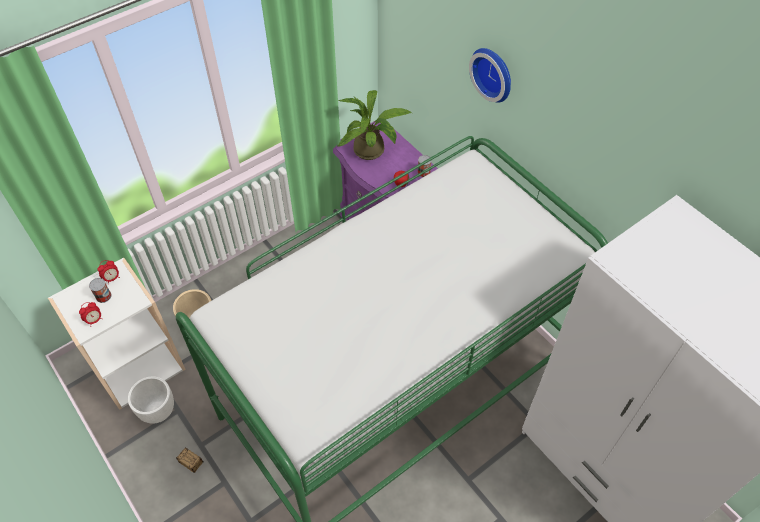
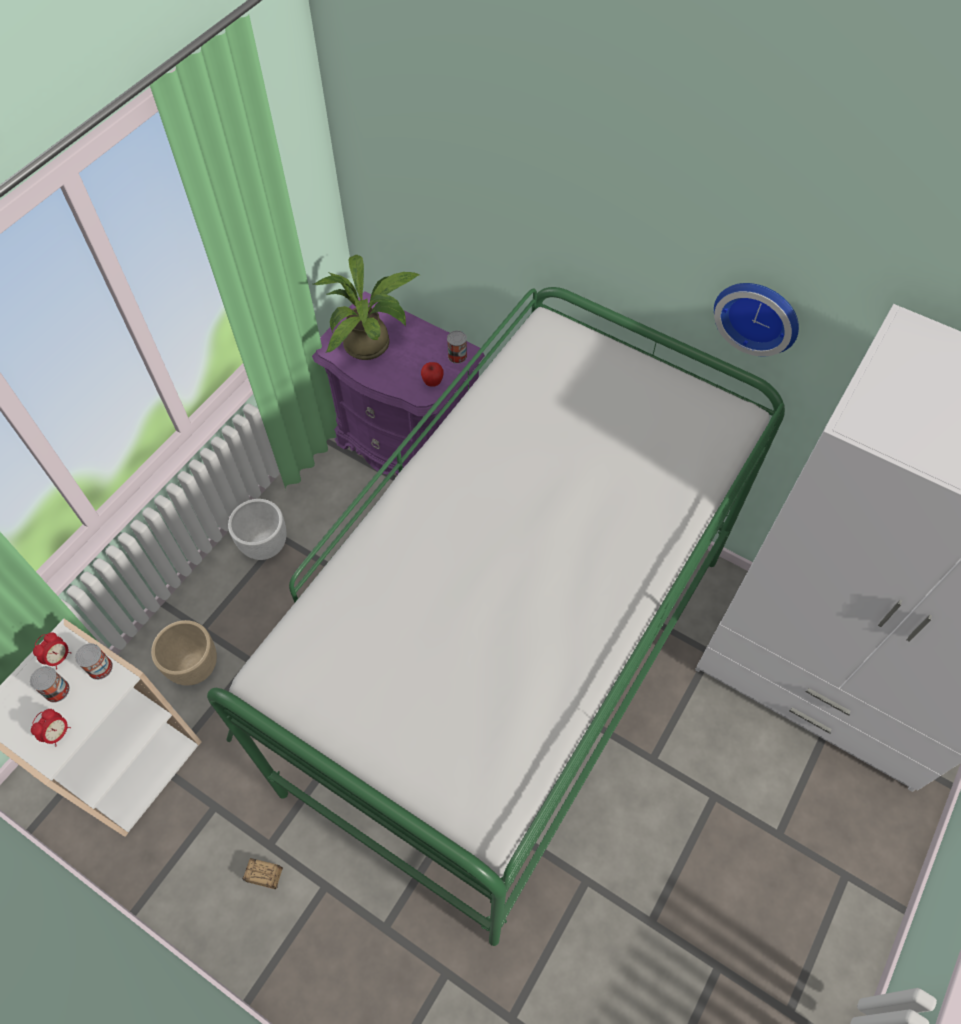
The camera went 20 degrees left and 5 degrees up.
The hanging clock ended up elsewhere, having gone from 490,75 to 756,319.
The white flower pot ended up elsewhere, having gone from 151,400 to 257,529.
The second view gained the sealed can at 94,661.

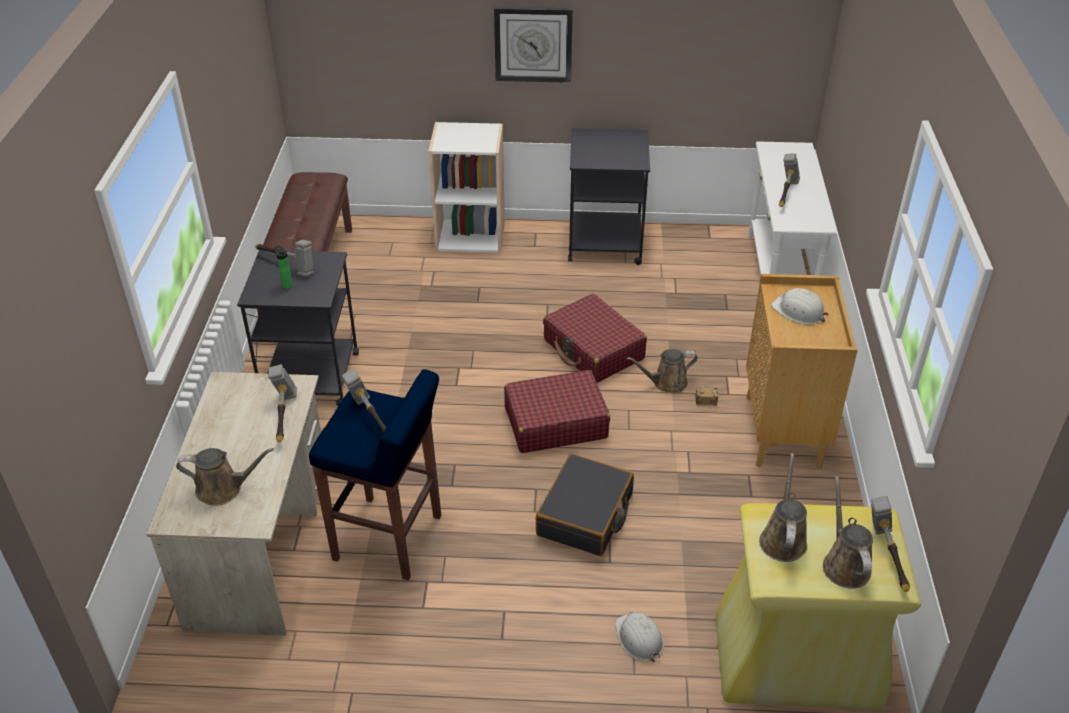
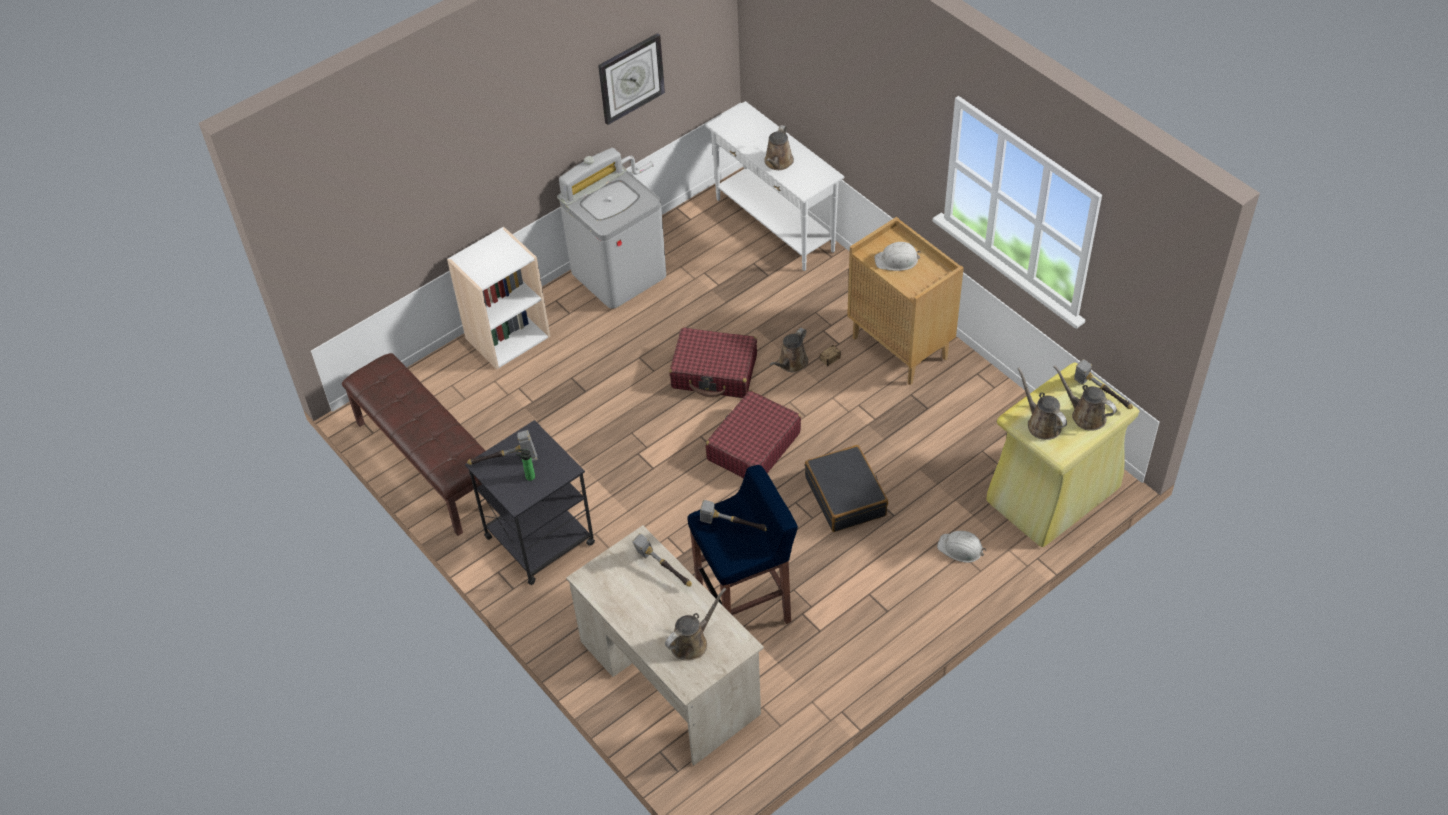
The camera went 40 degrees left and 10 degrees up.
The hanging clock ended up elsewhere, having gone from 533,45 to 631,79.
Where the black cart stood at 609,196, the gray laundry appliance came to stand at 611,228.
Where the hand hammer stood at 789,180, the brown-coloured sprinkling can came to stand at 779,147.

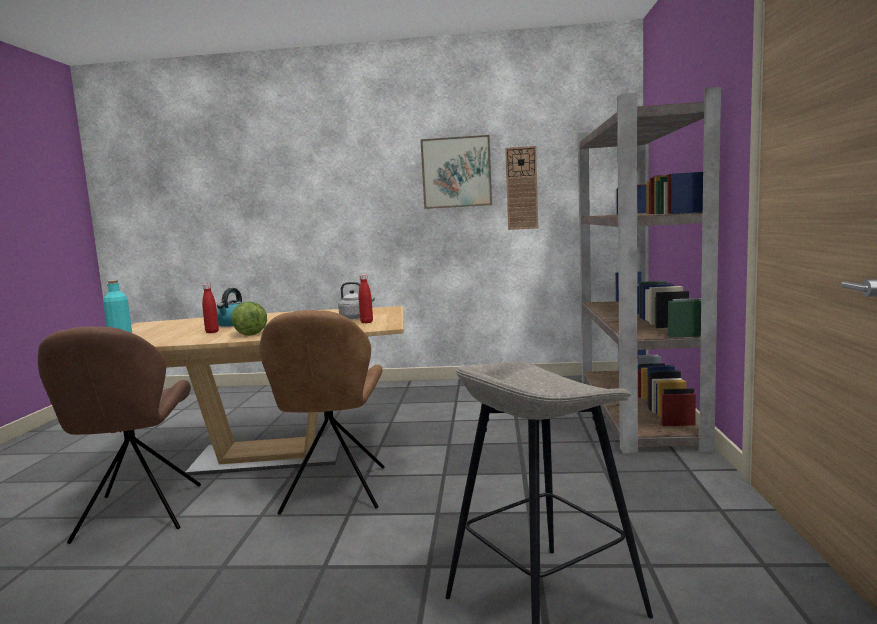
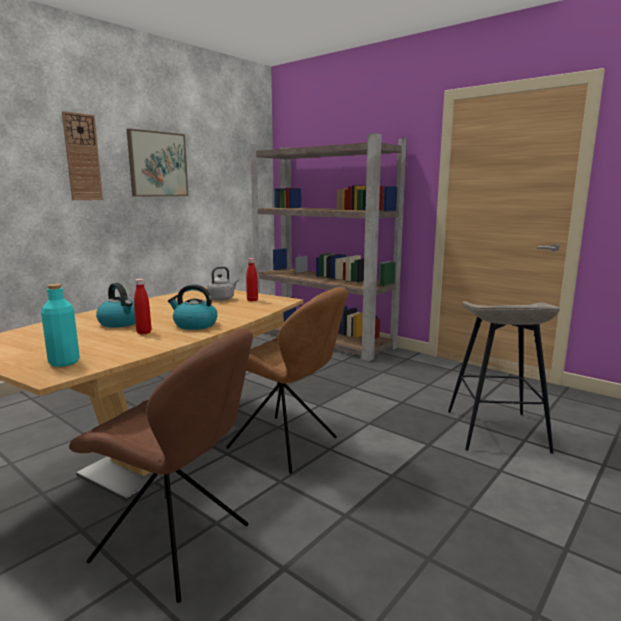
The camera went 55 degrees left and 5 degrees up.
The hanging clock ended up elsewhere, having gone from 521,188 to 82,155.
Where the head of lettuce stood at 249,318, the tea kettle came to stand at 192,307.

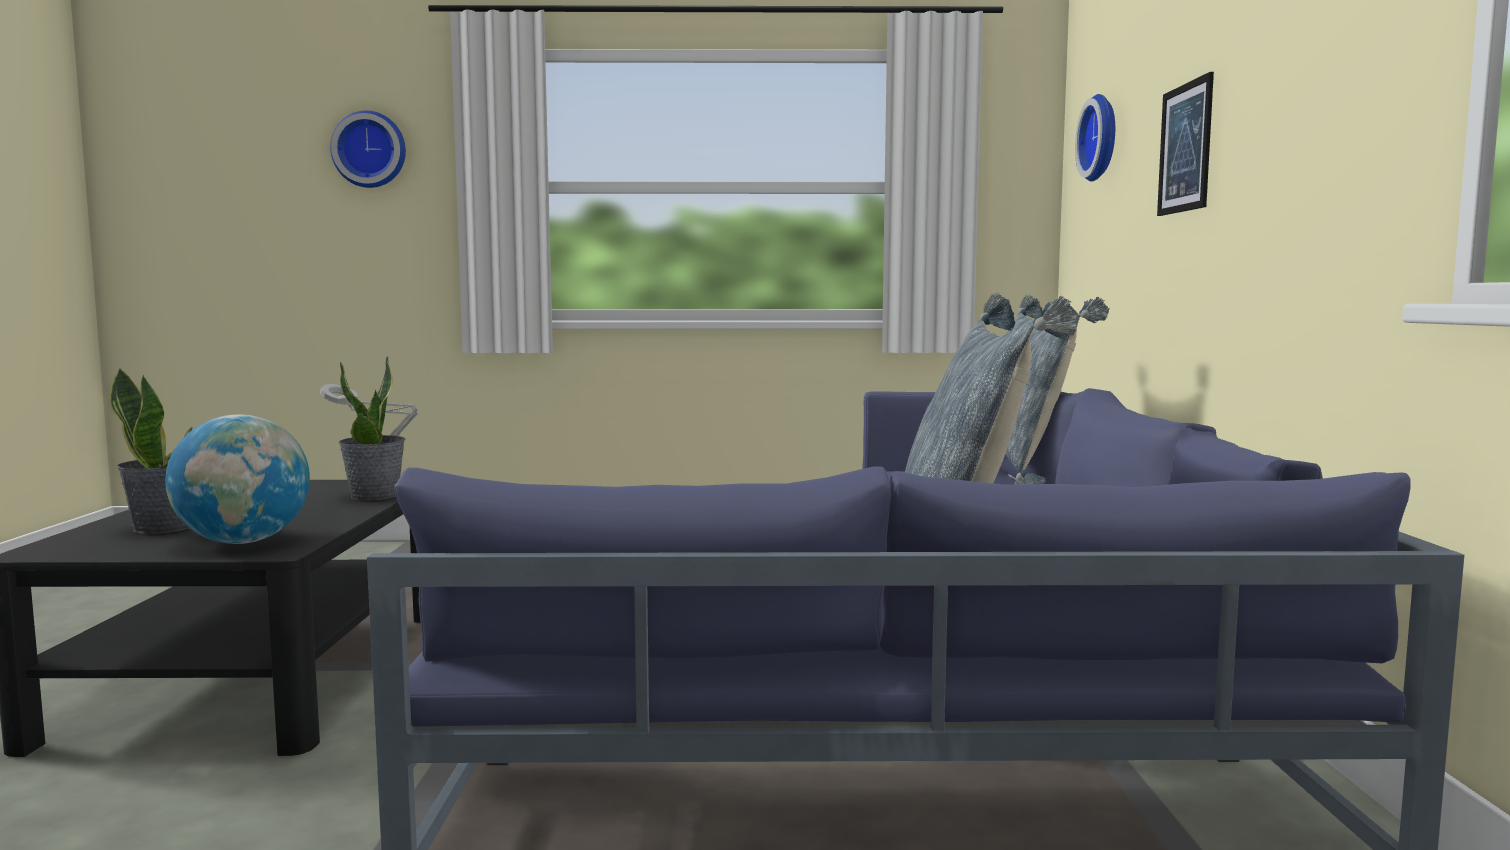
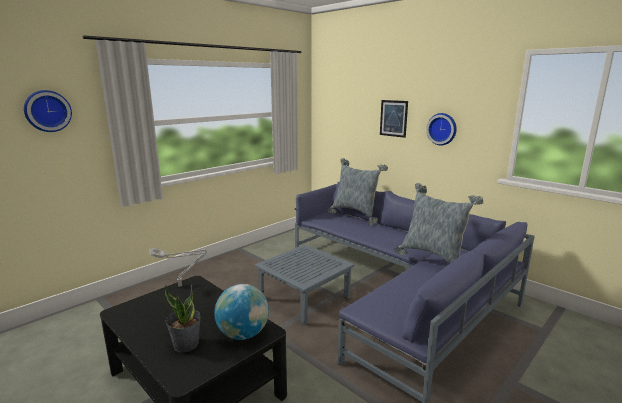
The camera went 45 degrees left and 10 degrees up.
The hanging clock ended up elsewhere, having gone from 1095,138 to 441,129.
The second view lost the houseplant at 372,428.

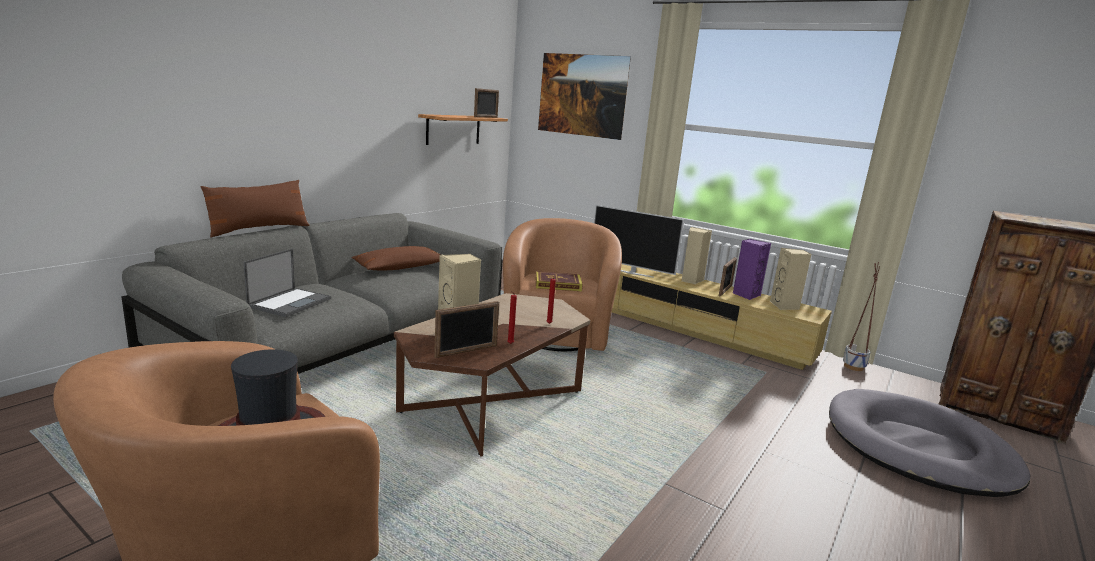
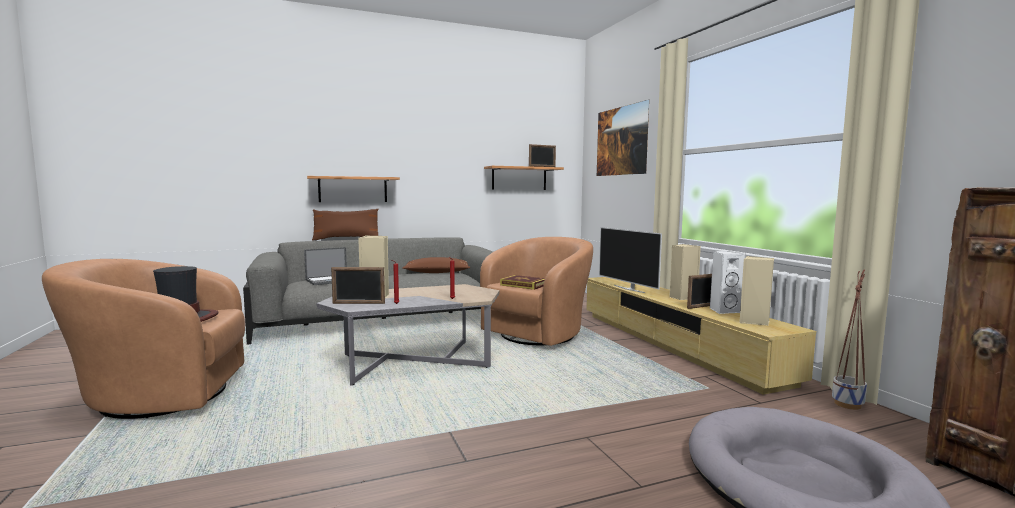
The camera went 35 degrees right and 10 degrees down.
What was the purple-coloured loudspeaker at 752,269 turned into the white loudspeaker at 728,282.
What was the brown-coloured coffee table at 492,375 turned into the gray coffee table at 408,334.
The second view gained the shelf at 353,189.

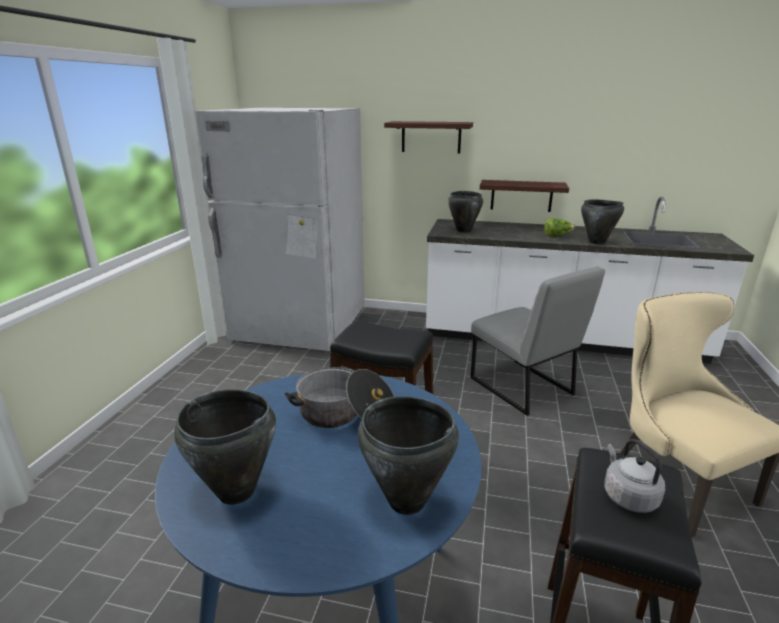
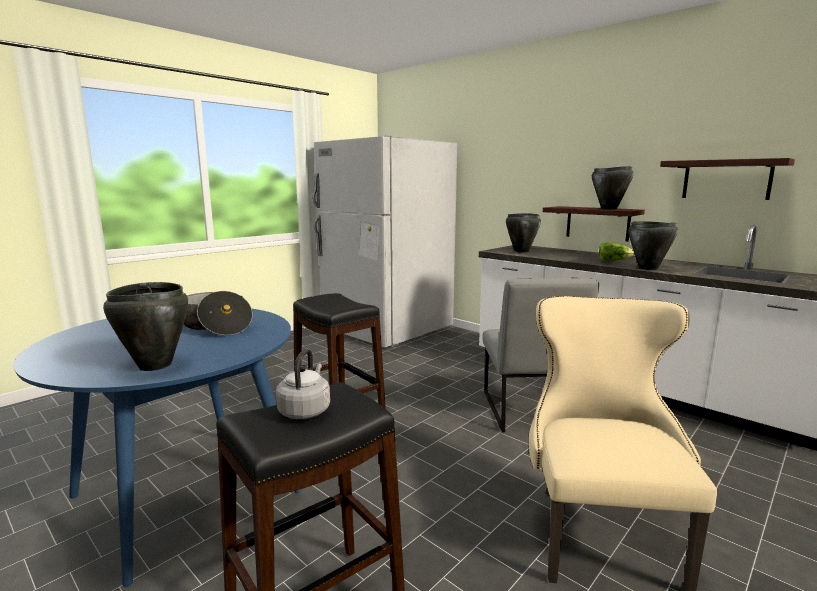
The camera went 30 degrees right and 10 degrees down.
The shelf ended up elsewhere, having gone from 428,137 to 727,179.
The black cooking pot ended up elsewhere, having gone from 225,447 to 613,187.

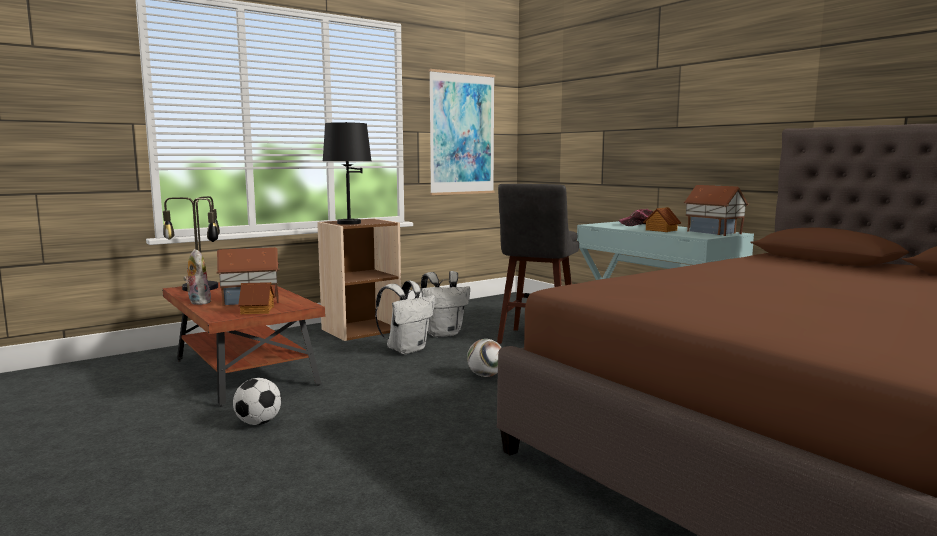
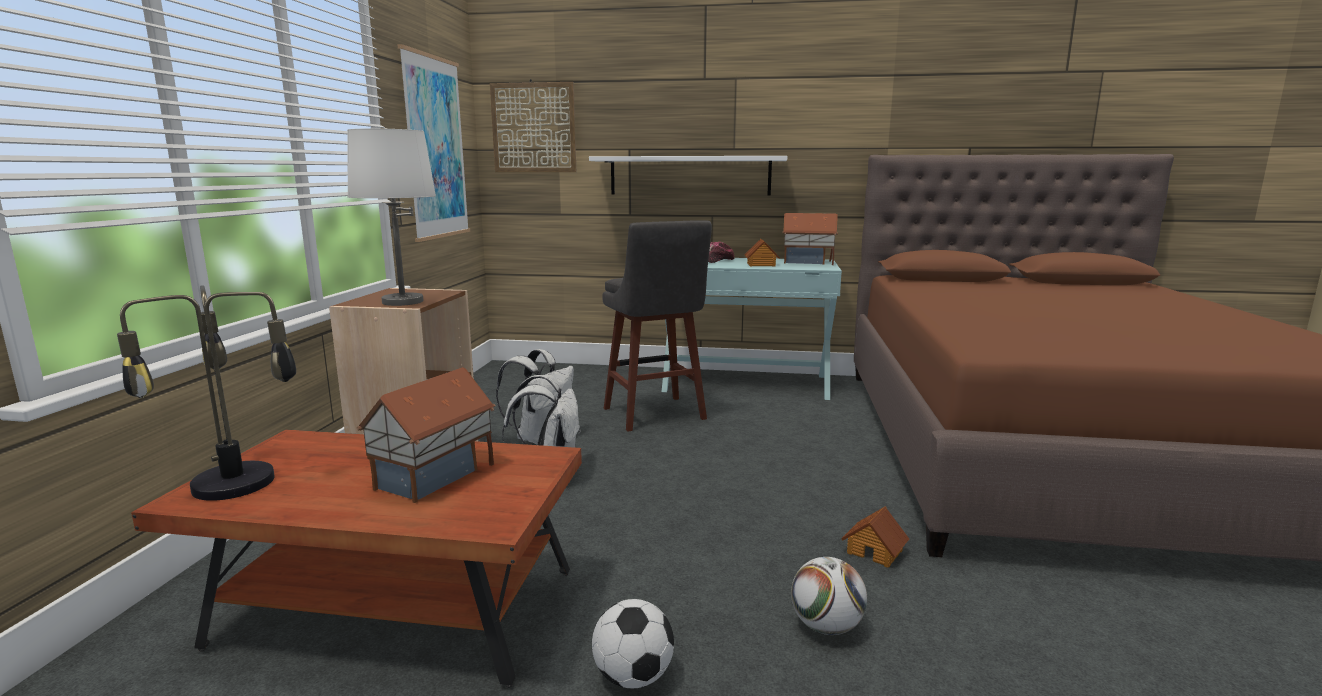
The camera went 45 degrees left and 5 degrees up.
What was the black table lamp at 347,173 turned into the white table lamp at 391,217.
The second view lost the plush toy at 197,277.
The toy house ended up elsewhere, having gone from 256,298 to 875,537.
The football ended up elsewhere, having gone from 484,358 to 829,596.
The second view gained the picture at 533,125.
The second view gained the white shelf at 688,175.

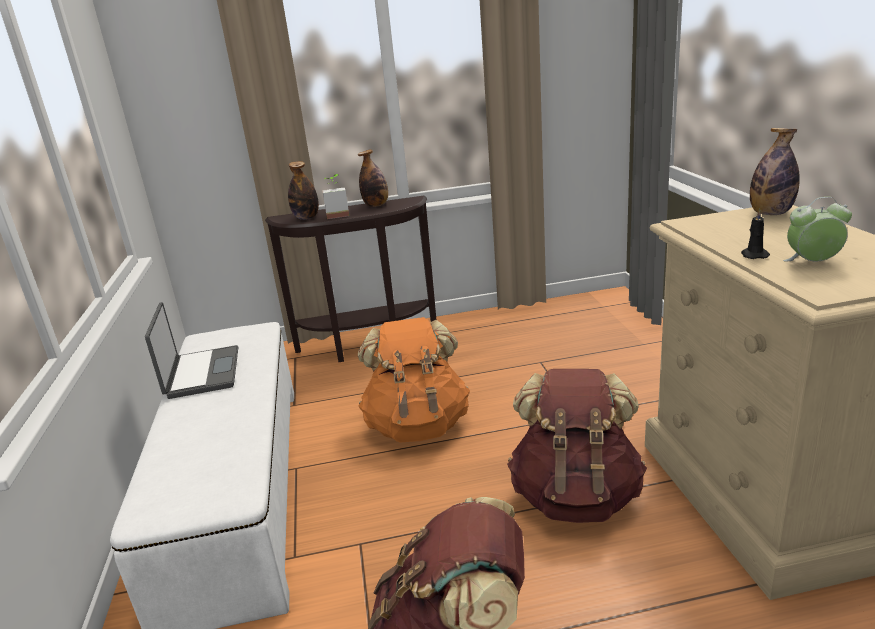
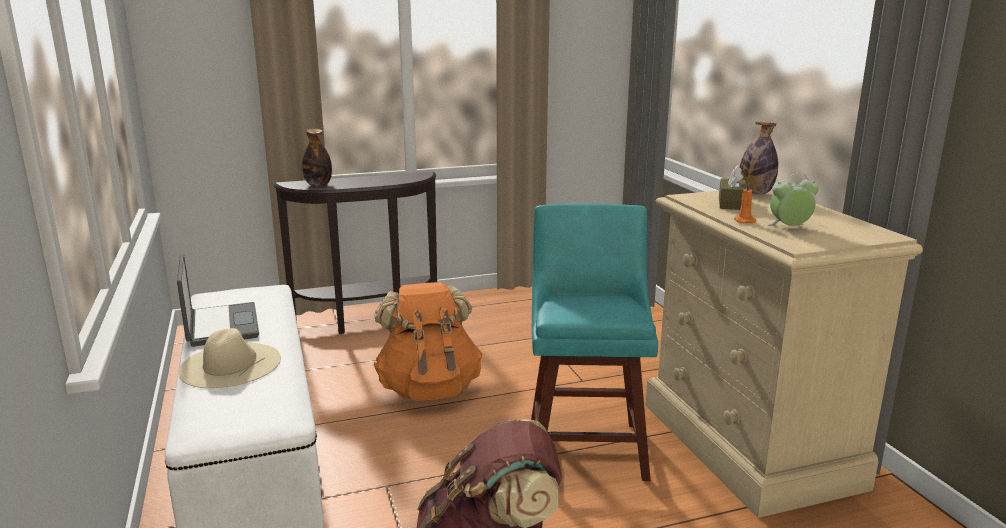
The camera went 10 degrees left and 5 degrees down.
The second view lost the bottle at 373,178.
The second view lost the houseplant at 335,196.
What was the black candle at 755,233 turned into the orangey candle at 745,202.
Where the brown-coloured backpack stood at 577,446, the blue-green chair came to stand at 594,342.
The second view gained the brown-coloured box of tissues at 733,187.
The second view gained the beige-coloured wearable hat at 230,358.

